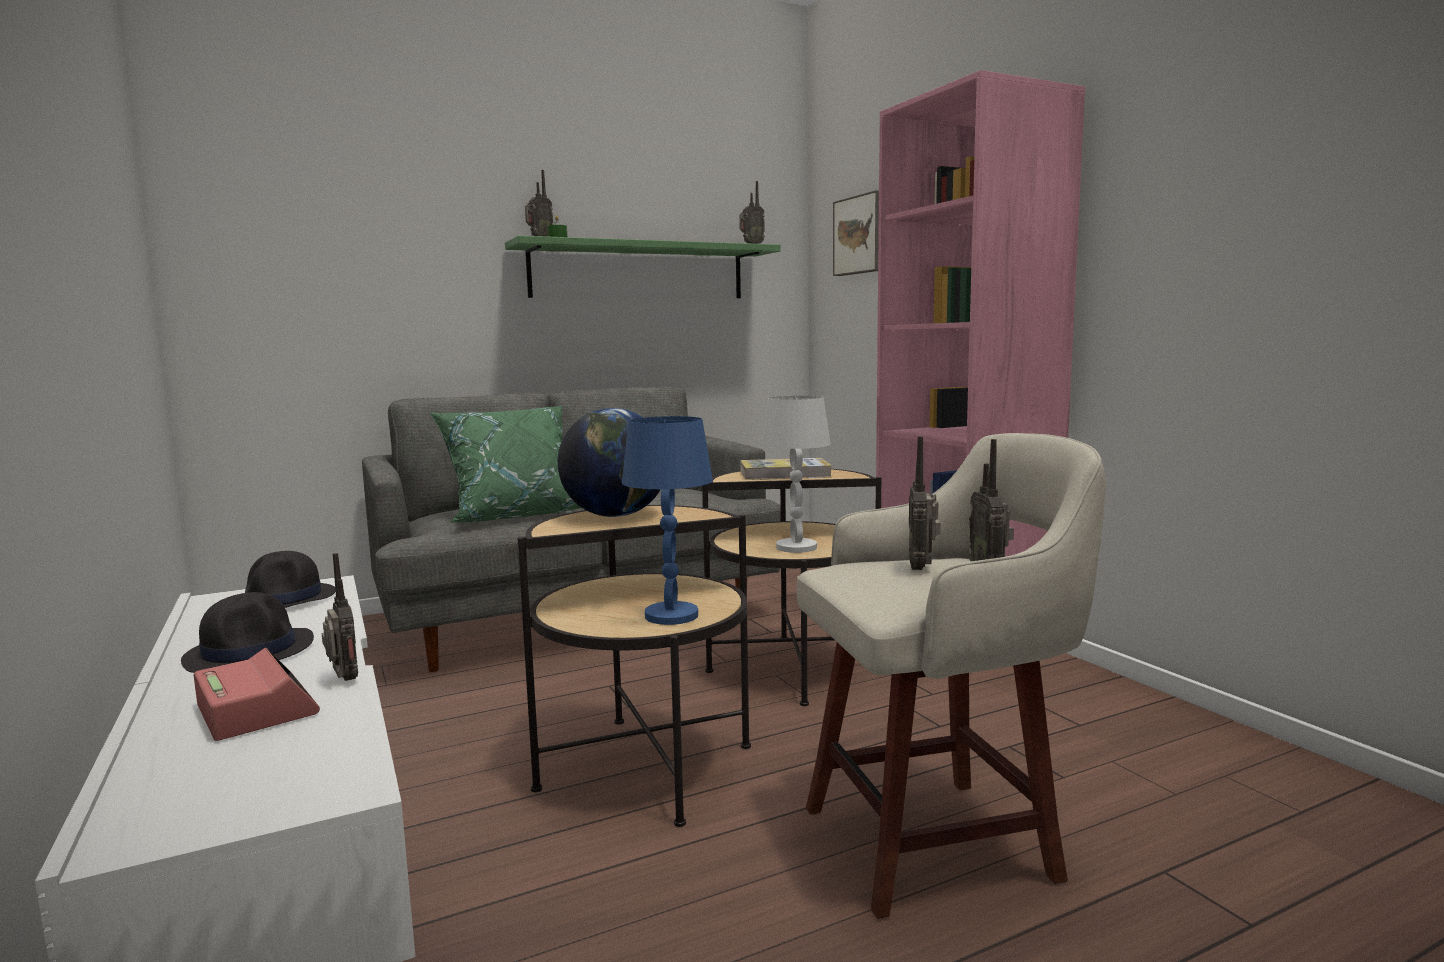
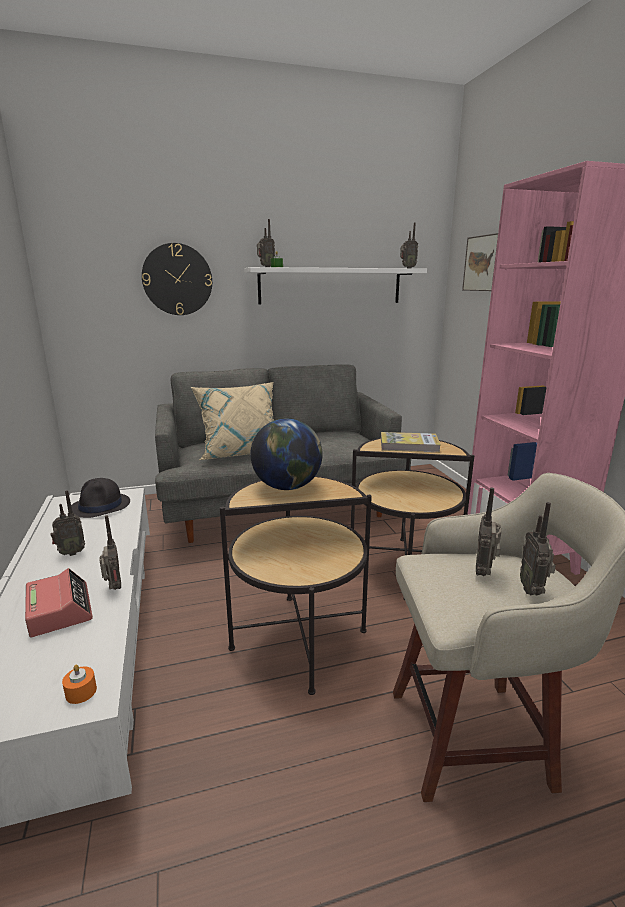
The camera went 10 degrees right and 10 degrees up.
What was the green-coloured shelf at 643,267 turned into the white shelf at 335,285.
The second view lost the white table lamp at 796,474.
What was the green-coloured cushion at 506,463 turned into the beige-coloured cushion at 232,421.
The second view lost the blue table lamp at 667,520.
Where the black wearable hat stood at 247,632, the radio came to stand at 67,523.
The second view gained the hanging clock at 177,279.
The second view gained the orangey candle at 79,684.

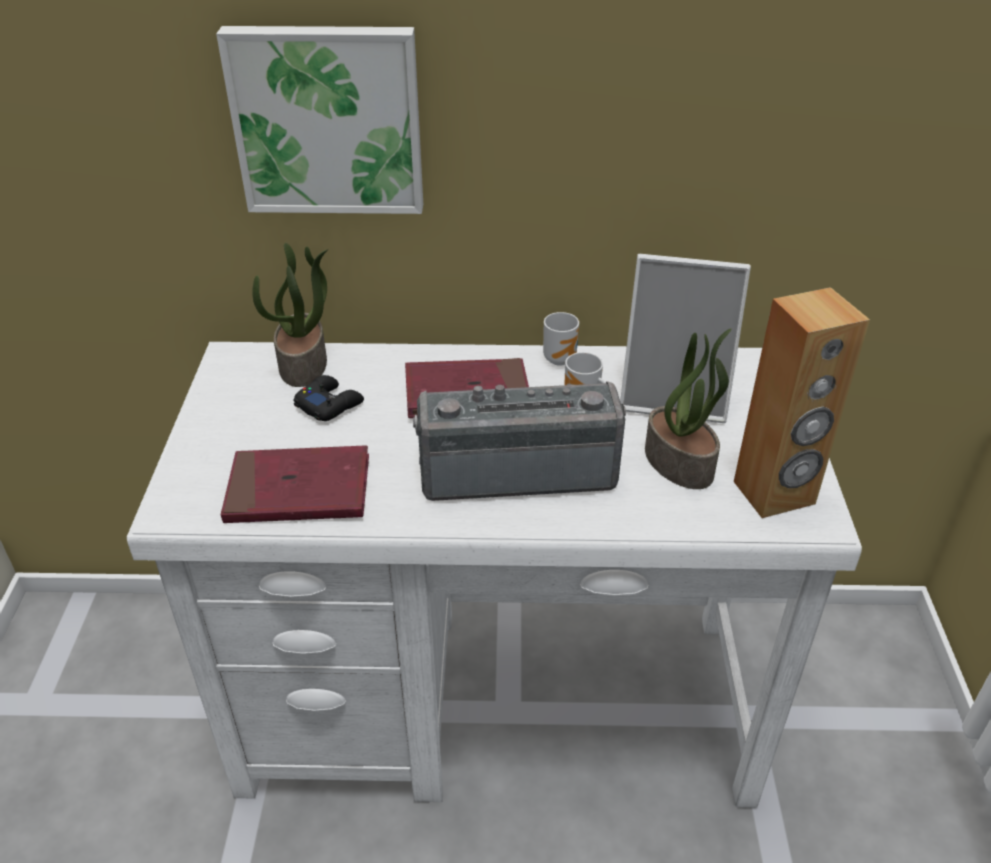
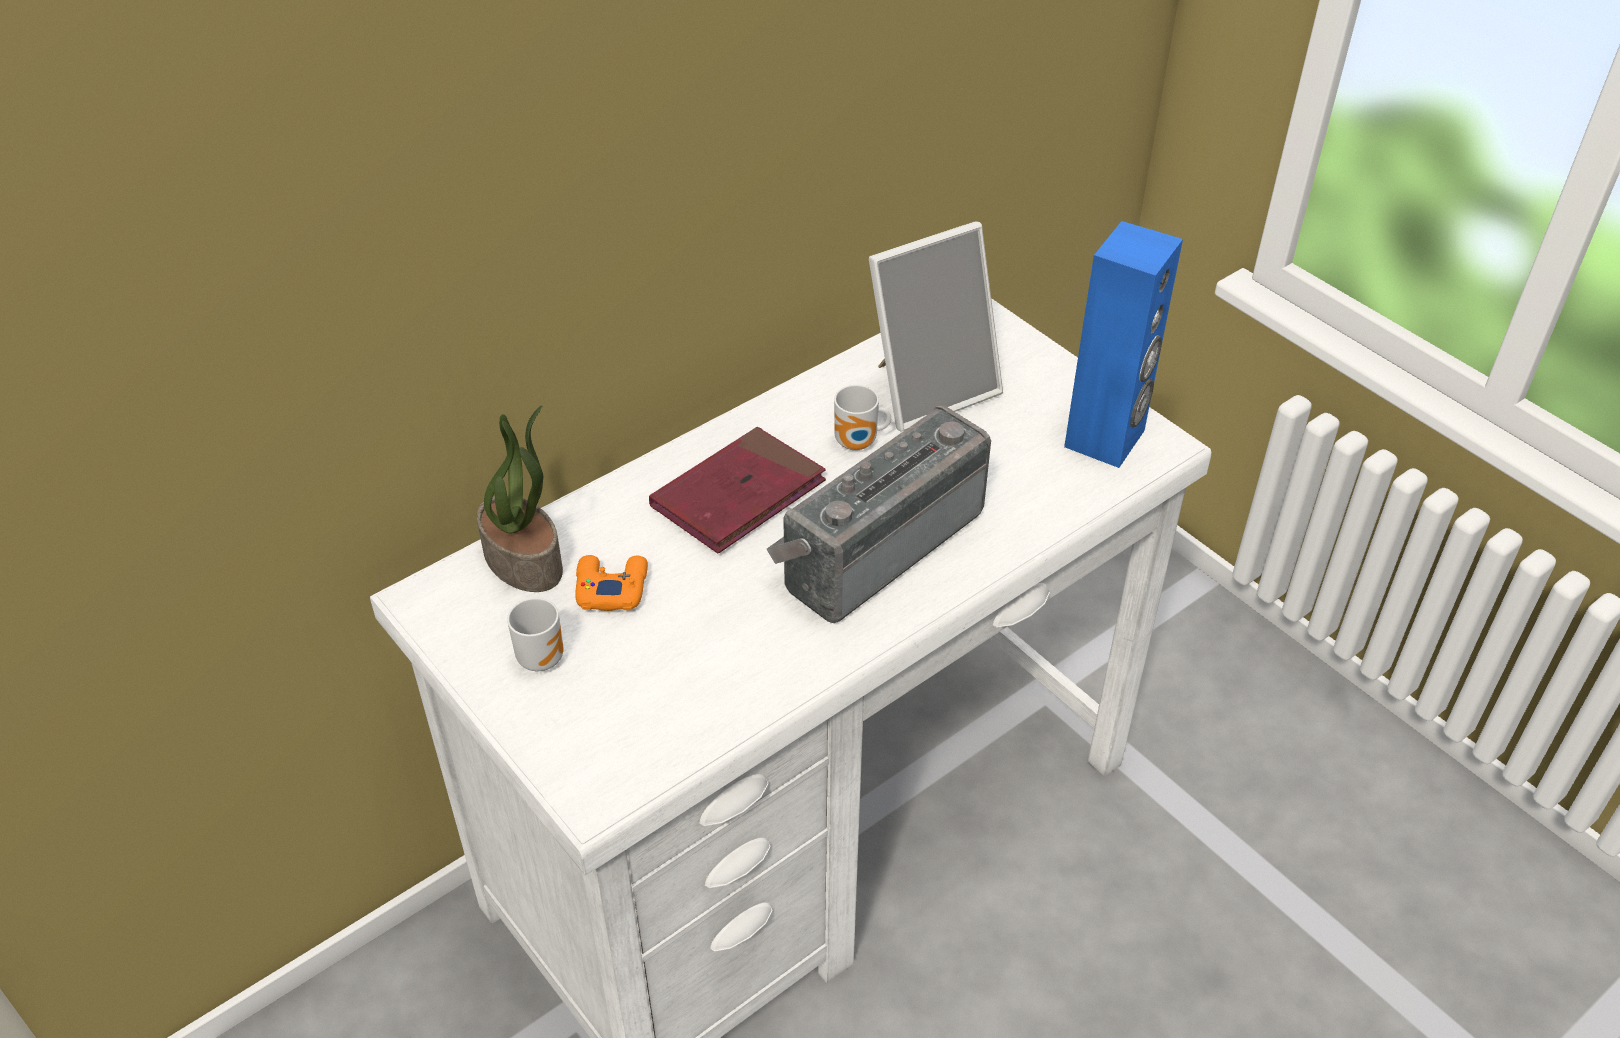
The camera went 40 degrees left and 5 degrees up.
The second view lost the picture at 319,120.
What was the brown-coloured loudspeaker at 802,402 turned into the blue loudspeaker at 1123,344.
The coffee mug ended up elsewhere, having gone from 561,339 to 535,634.
The second view lost the houseplant at 688,408.
What was the black game controller at 328,398 turned into the orangey game controller at 611,583.
The second view lost the red bound book at 295,484.

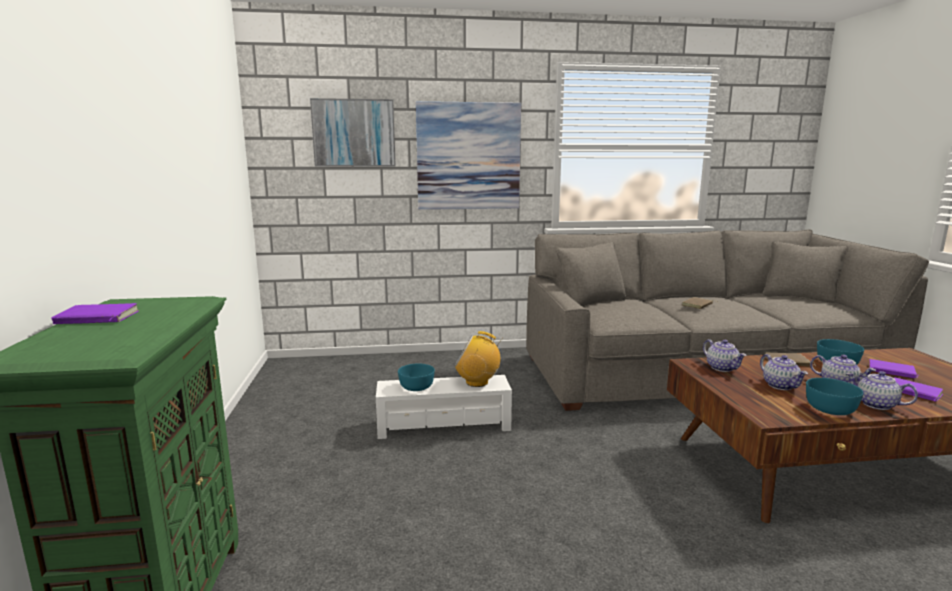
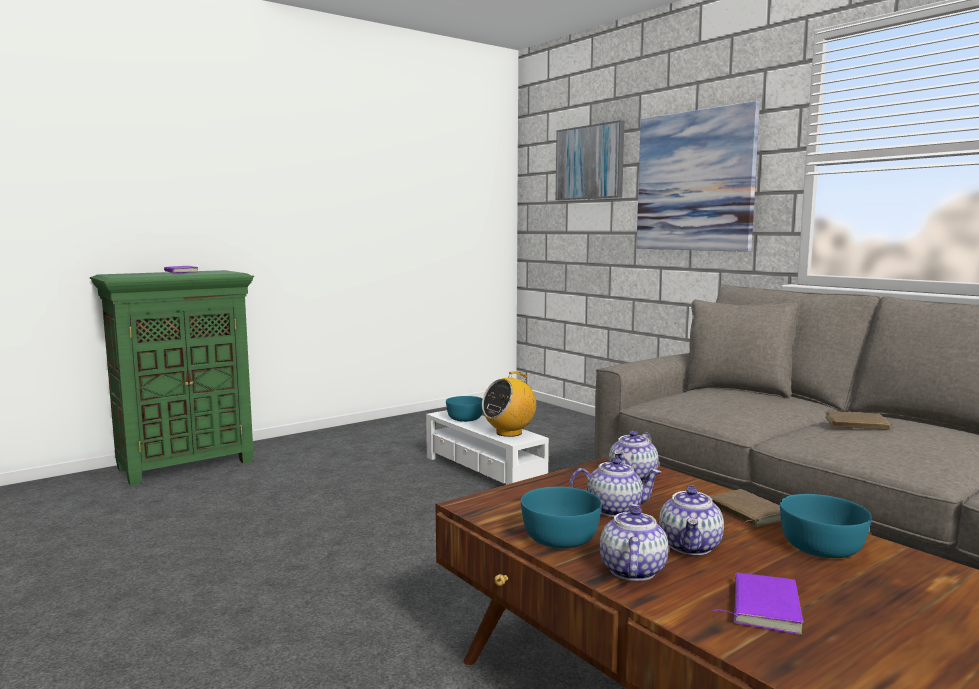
The camera went 60 degrees right and 5 degrees down.
The radio at 478,359 ended up facing another way, 105 degrees counterclockwise from before.
The pot for tea at 784,372 ended up facing another way, 135 degrees counterclockwise from before.
The second view lost the purple-coloured bound book at 894,369.

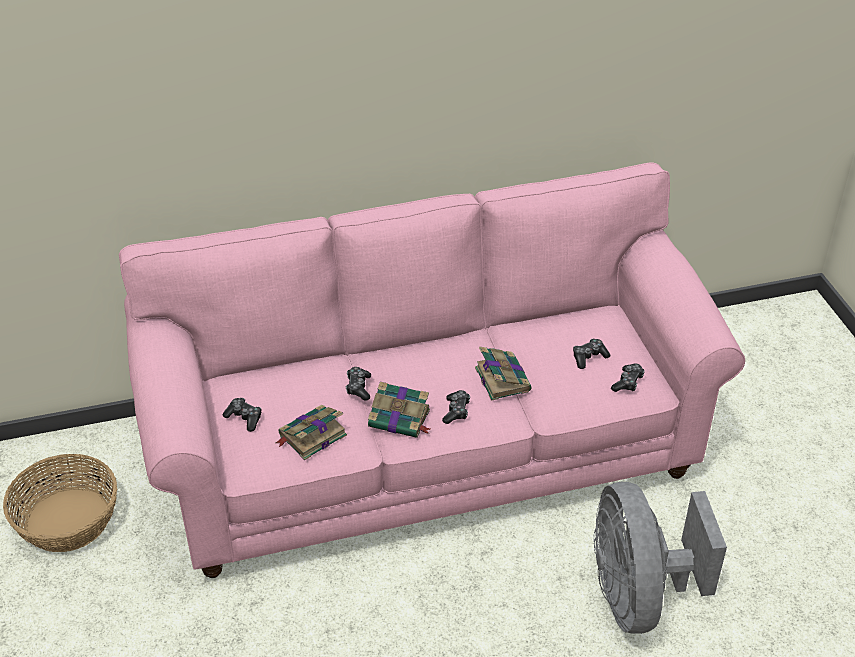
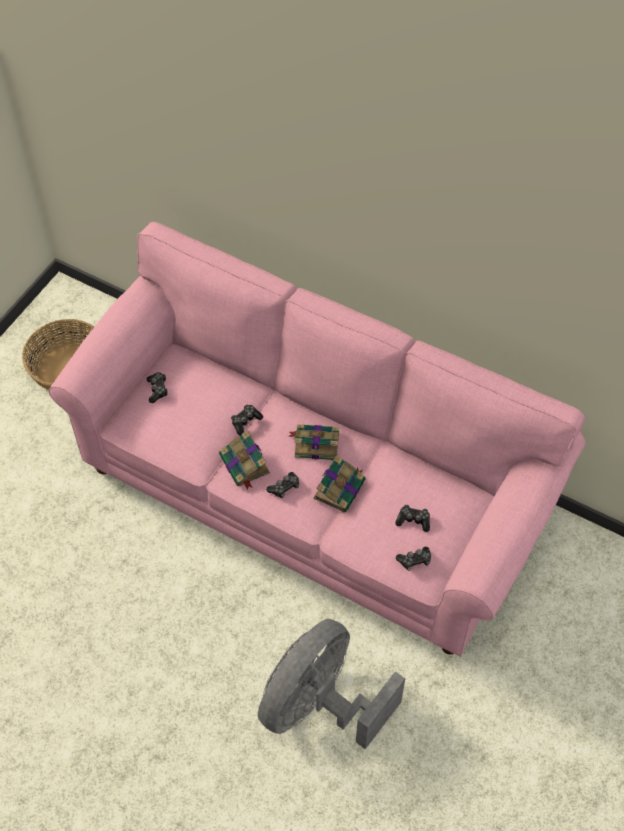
The camera went 45 degrees right and 15 degrees up.
The bound book ended up elsewhere, having gone from 311,432 to 313,442.

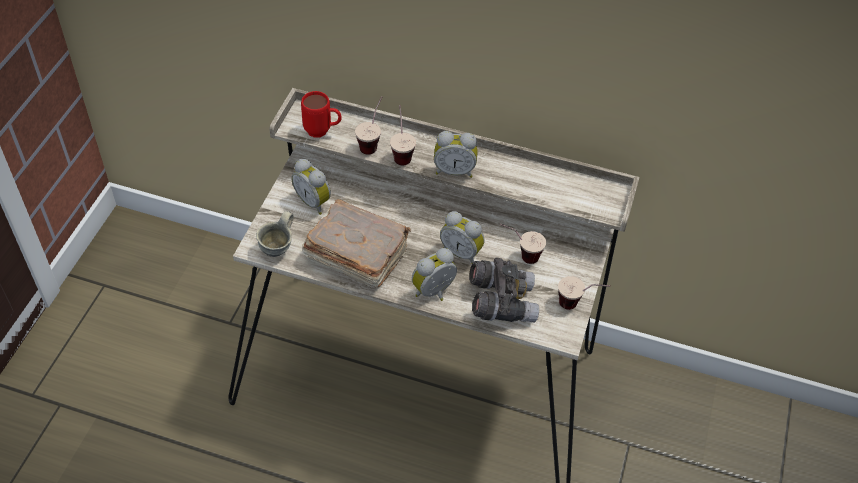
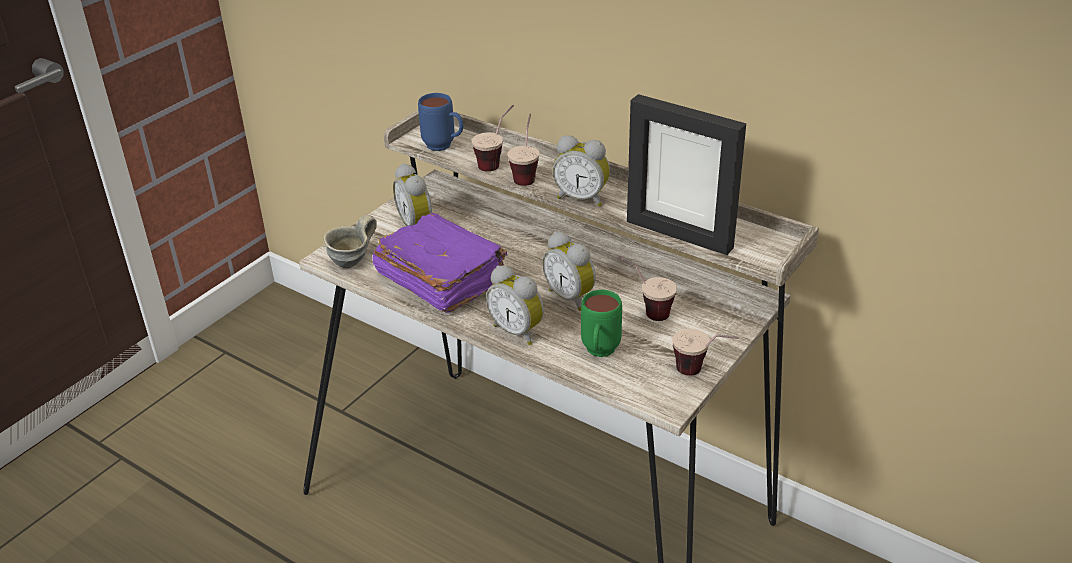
The camera went 20 degrees right and 15 degrees down.
What was the red coffee mug at 321,114 turned into the blue coffee mug at 440,122.
What was the brown-coloured bound book at 356,243 turned into the purple-coloured bound book at 439,263.
The bedside clock at 434,274 ended up facing another way, 120 degrees counterclockwise from before.
Where the gray field glasses stood at 504,290, the green-coloured coffee mug came to stand at 601,323.
The second view gained the standing frame at 686,174.

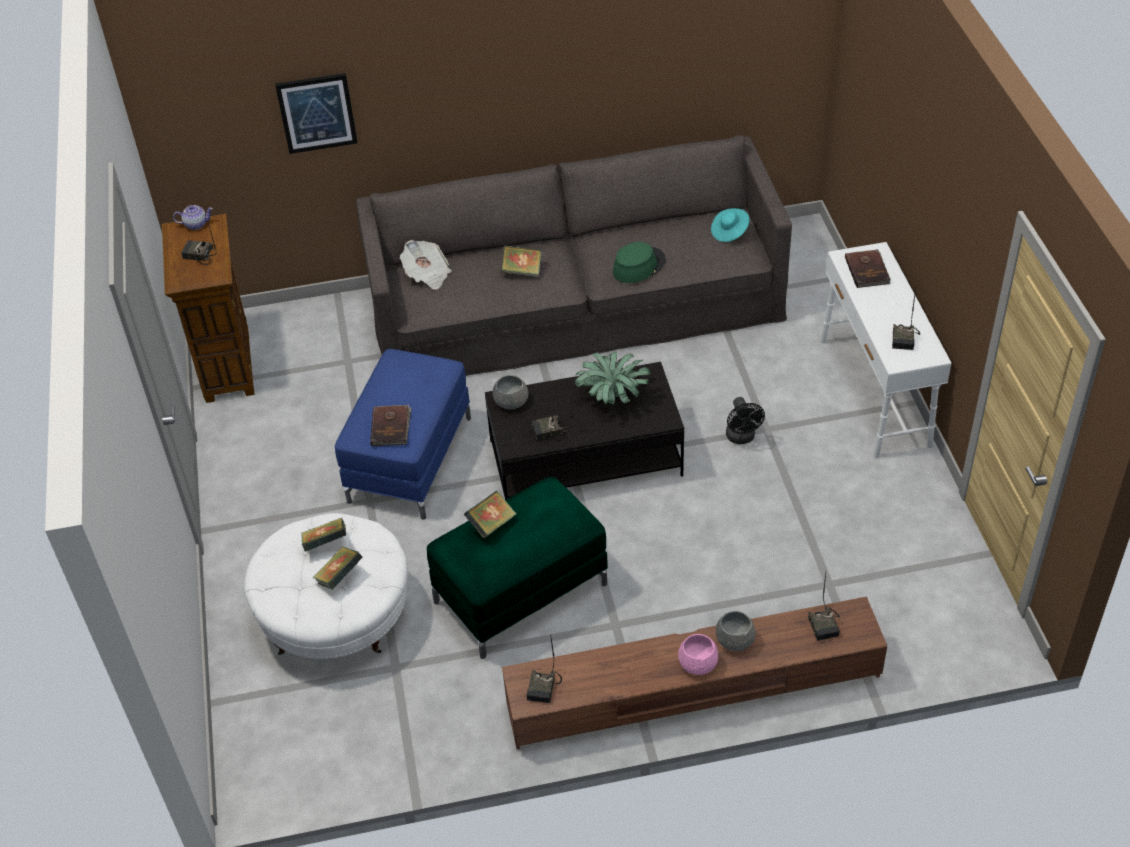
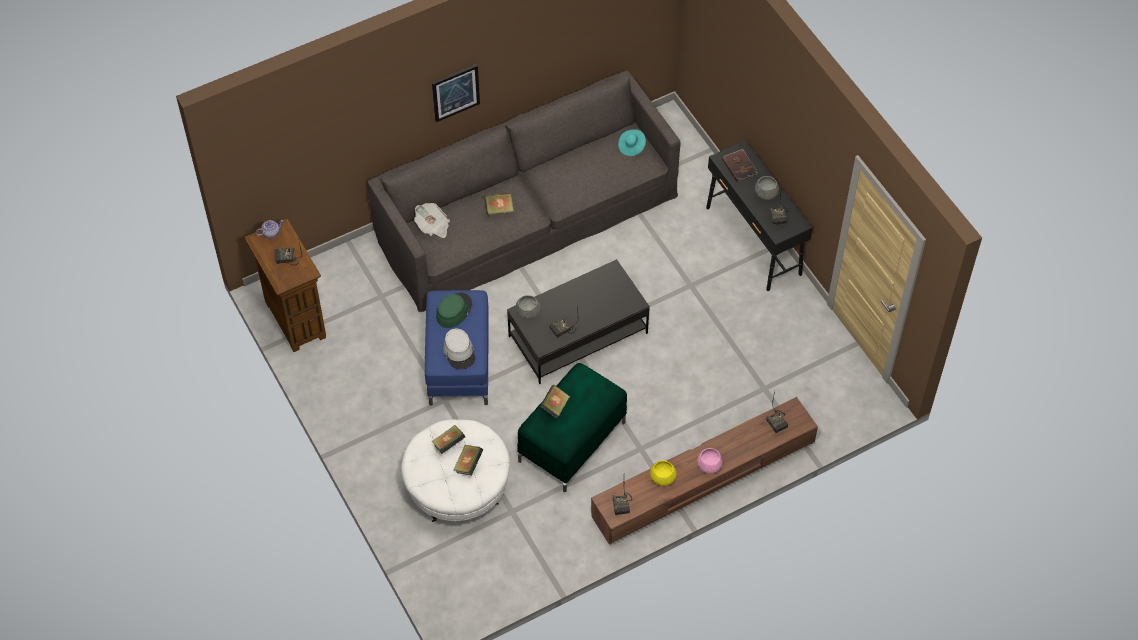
The camera went 20 degrees left and 10 degrees up.
The picture ended up elsewhere, having gone from 316,113 to 456,93.
The green-coloured wearable hat ended up elsewhere, having gone from 639,262 to 454,310.
What was the white narrow table at 886,350 turned into the black narrow table at 759,216.
The second view lost the houseplant at 613,378.
The second view lost the black electric fan at 745,420.
Where the brown-coloured bound book stood at 391,425, the gray wearable hat came to stand at 459,348.
The gray bowl ended up elsewhere, having gone from 736,631 to 767,188.
The second view gained the yellowish bowl at 663,473.

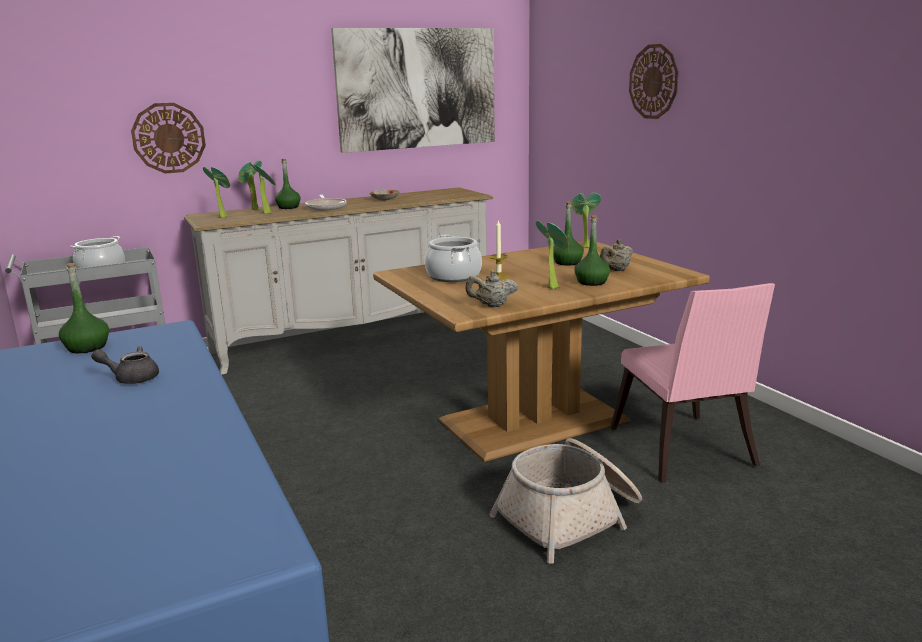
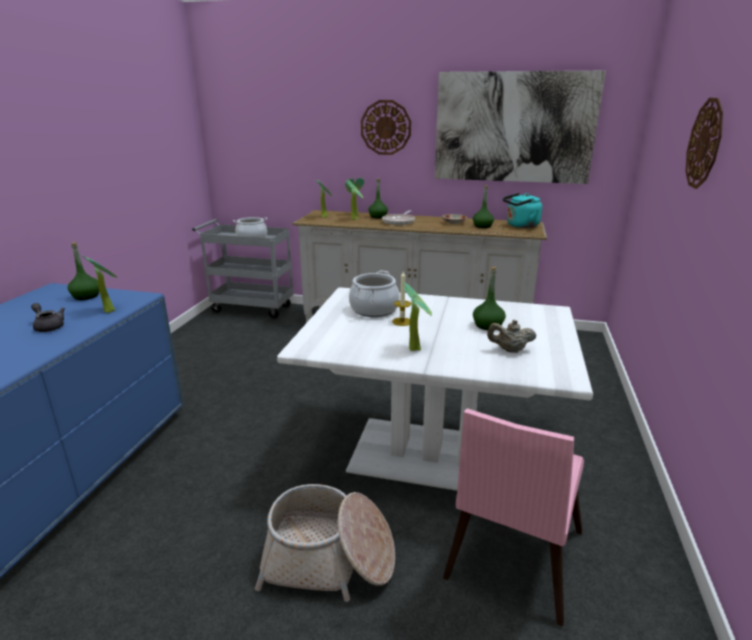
The camera went 40 degrees right and 5 degrees up.
The hanging clock ended up elsewhere, having gone from 168,138 to 386,127.
The houseplant ended up elsewhere, having gone from 586,220 to 99,284.
The green-coloured bottle ended up elsewhere, having gone from 592,250 to 483,206.
What was the brown-coloured dinner table at 541,351 turned into the white dinner table at 435,389.
The second view lost the beige-coloured pot for tea at 491,288.
The second view gained the blue-green tea kettle at 522,210.

